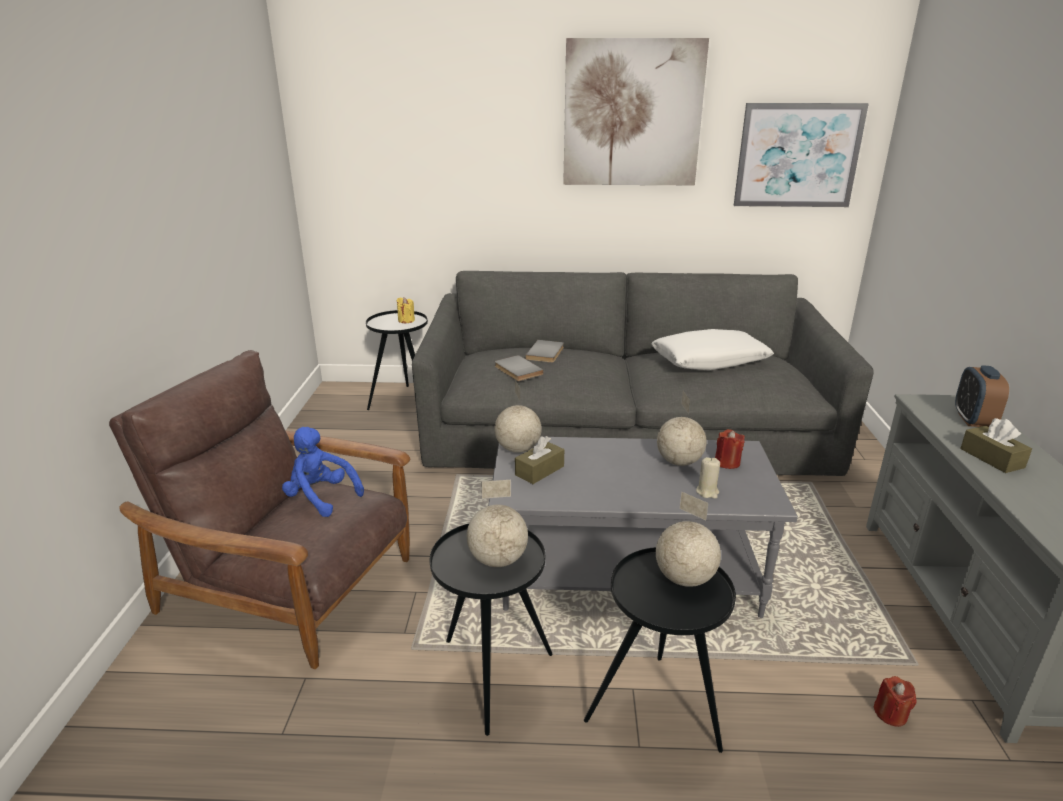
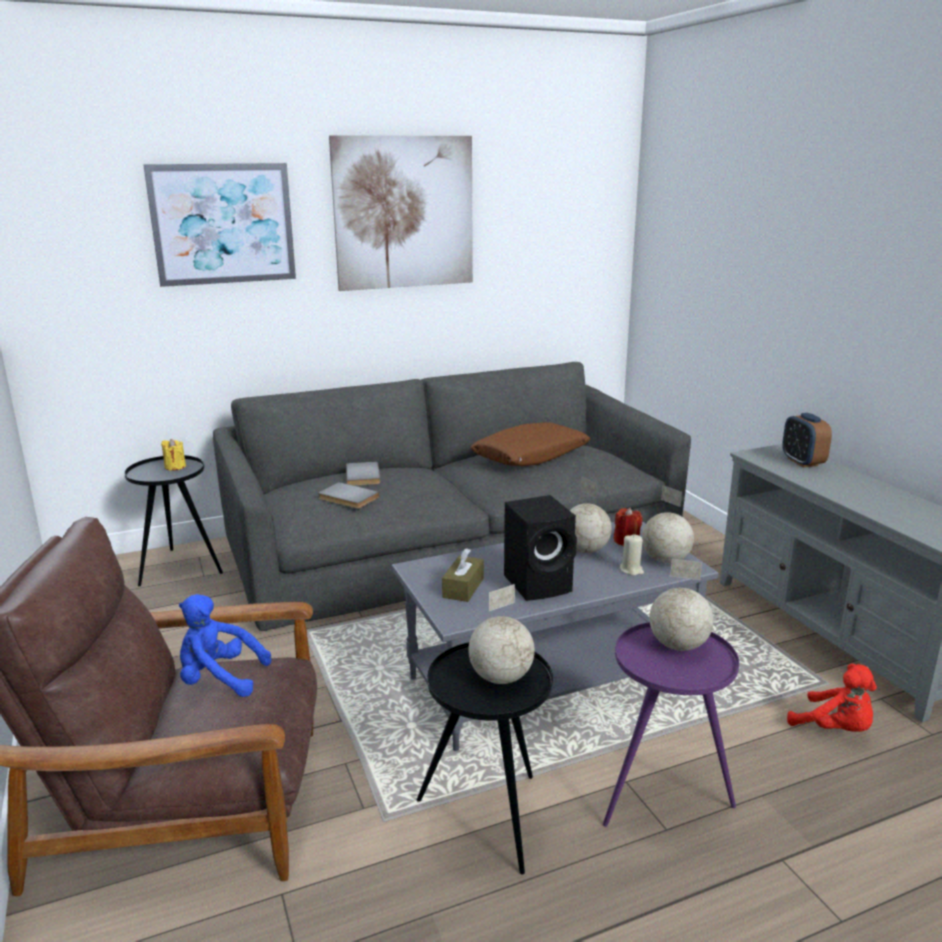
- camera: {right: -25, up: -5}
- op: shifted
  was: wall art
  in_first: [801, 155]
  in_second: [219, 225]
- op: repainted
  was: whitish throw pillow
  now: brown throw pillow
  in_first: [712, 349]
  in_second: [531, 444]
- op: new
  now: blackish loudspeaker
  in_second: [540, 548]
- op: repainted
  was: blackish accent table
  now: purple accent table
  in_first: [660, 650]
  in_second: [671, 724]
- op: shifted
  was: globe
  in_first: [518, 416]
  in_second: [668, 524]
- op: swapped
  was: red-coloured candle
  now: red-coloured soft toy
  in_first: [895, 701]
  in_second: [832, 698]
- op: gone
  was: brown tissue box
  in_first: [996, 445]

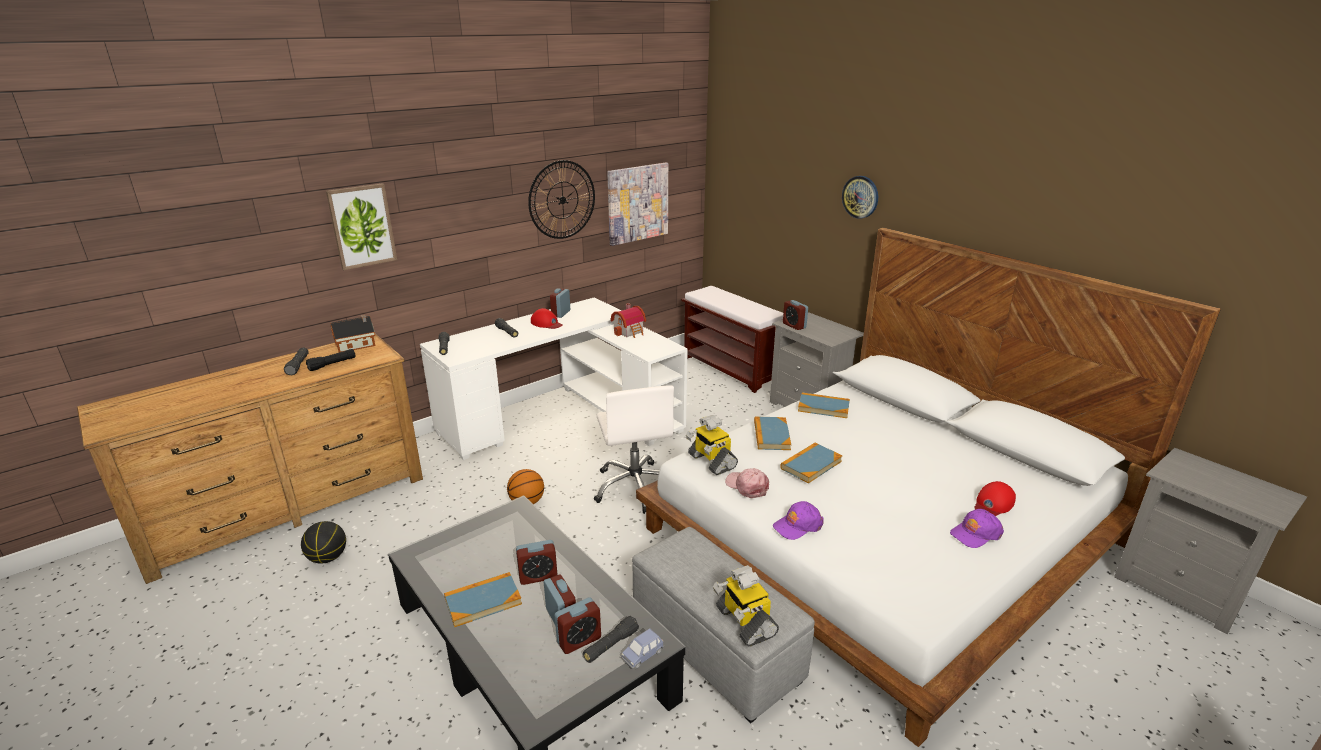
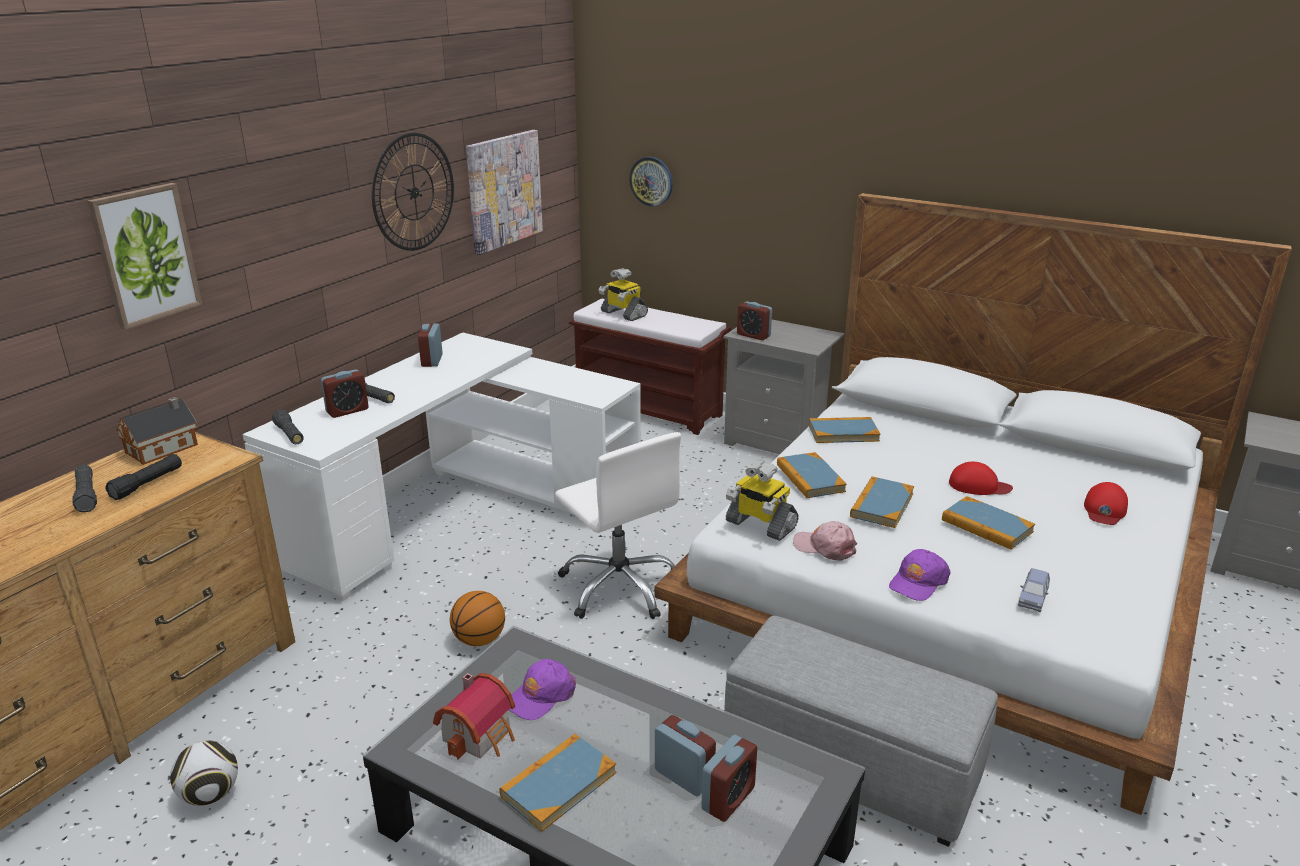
- camera: {right: -20, up: 0}
- op: swapped
  was: ball for basketball
  now: football ball
  in_first: [323, 542]
  in_second: [204, 773]
- op: shifted
  was: alarm clock
  in_first: [537, 562]
  in_second: [345, 393]
- op: shifted
  was: model house
  in_first: [628, 320]
  in_second: [474, 716]
- op: shifted
  was: purple peaked cap
  in_first: [977, 528]
  in_second: [542, 689]
- op: shifted
  was: toy robot
  in_first: [746, 606]
  in_second: [623, 294]
- op: shifted
  was: clock on the wall
  in_first: [860, 197]
  in_second: [651, 182]
- op: new
  now: volume
  in_second: [988, 523]
- op: shifted
  was: red-coloured peaked cap
  in_first: [547, 318]
  in_second: [981, 478]
- op: shifted
  was: blue model car
  in_first: [642, 648]
  in_second: [1034, 590]
- op: gone
  was: blackish torch
  in_first: [611, 639]

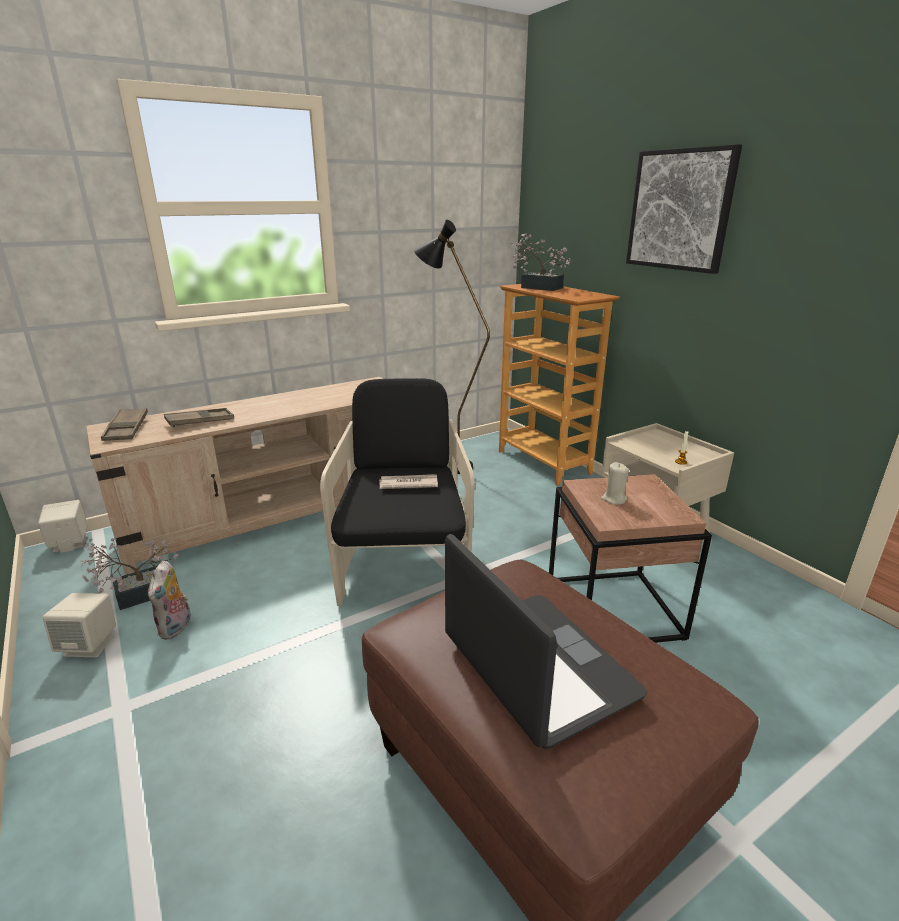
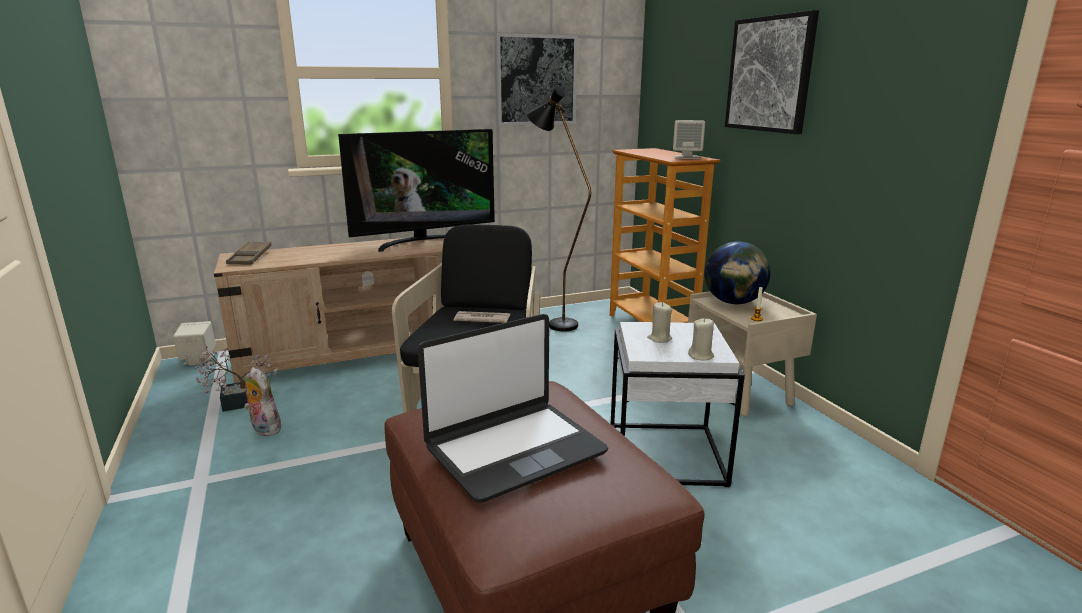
- camera: {right: 10, up: -5}
- op: rotated
  was: soft toy
  in_first: [169, 600]
  in_second: [262, 401]
  clockwise: 120
- op: new
  now: TV set
  in_second: [416, 190]
- op: rotated
  was: laptop
  in_first: [546, 641]
  in_second: [513, 408]
  clockwise: 75
- op: new
  now: wall art
  in_second: [536, 79]
- op: repainted
  was: brown accent table
  now: whitish accent table
  in_first: [630, 558]
  in_second: [678, 404]
- op: shifted
  was: sand-coloured loudspeaker
  in_first: [79, 625]
  in_second: [689, 139]
- op: new
  now: sand-coloured candle
  in_second: [701, 339]
- op: new
  now: globe
  in_second: [737, 272]
- op: gone
  was: brown carrying tray
  in_first: [199, 417]
- op: gone
  was: potted plant
  in_first: [542, 262]

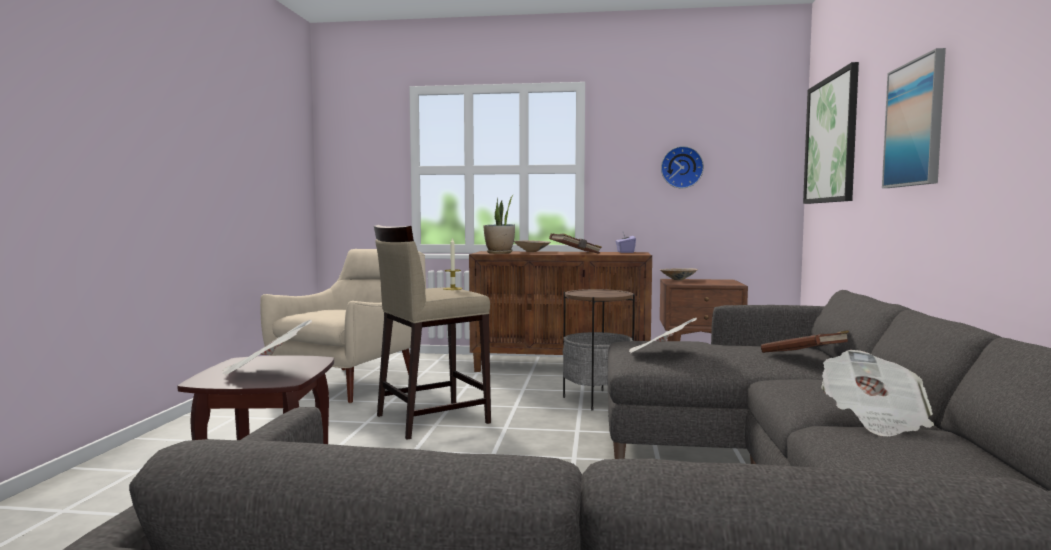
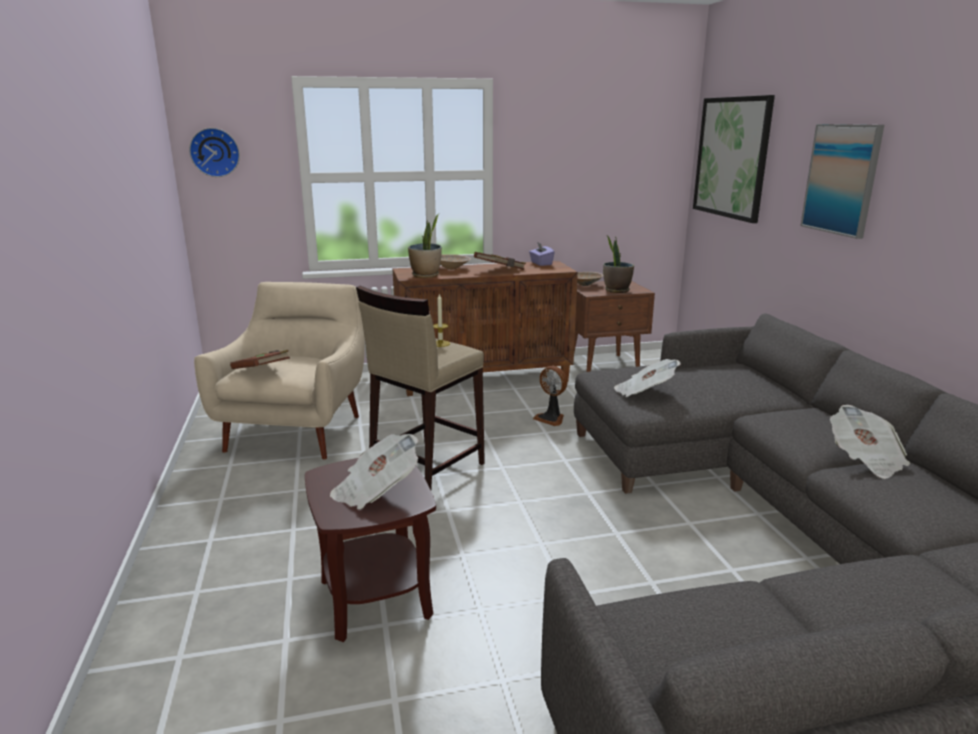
- camera: {right: -20, up: 15}
- op: shifted
  was: clock on the wall
  in_first: [682, 167]
  in_second: [214, 152]
- op: shifted
  was: brown volume
  in_first: [805, 341]
  in_second: [260, 359]
- op: swapped
  was: accent table
  now: electric fan
  in_first: [599, 349]
  in_second: [550, 396]
- op: new
  now: potted plant
  in_second: [618, 264]

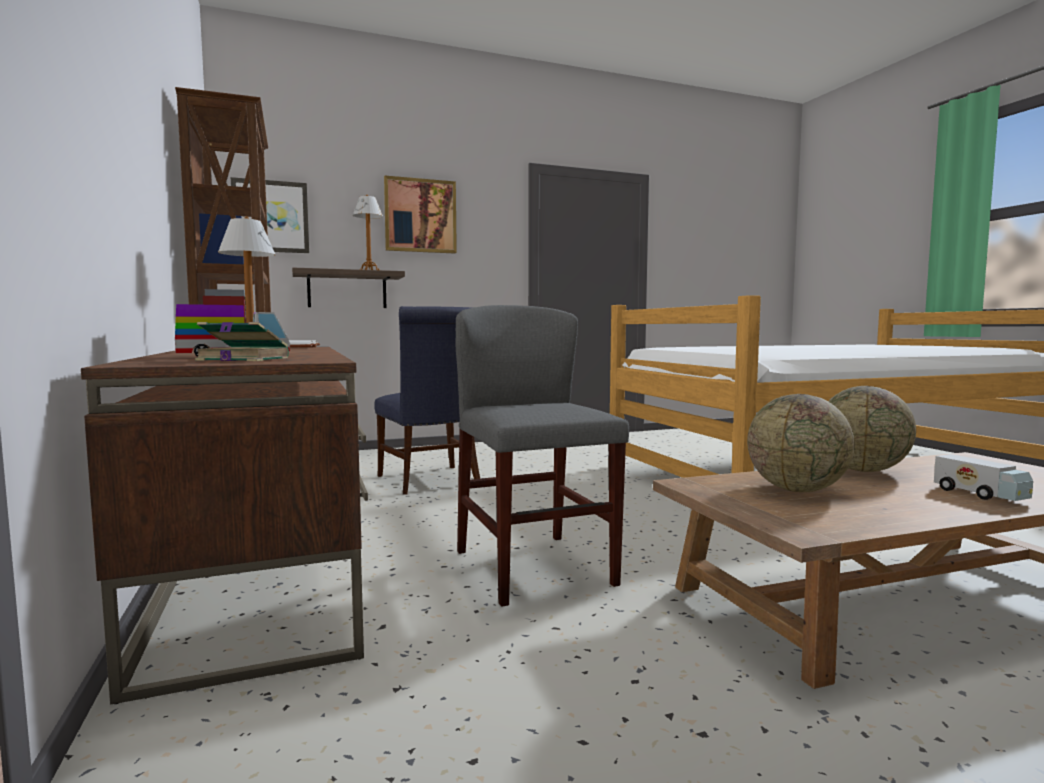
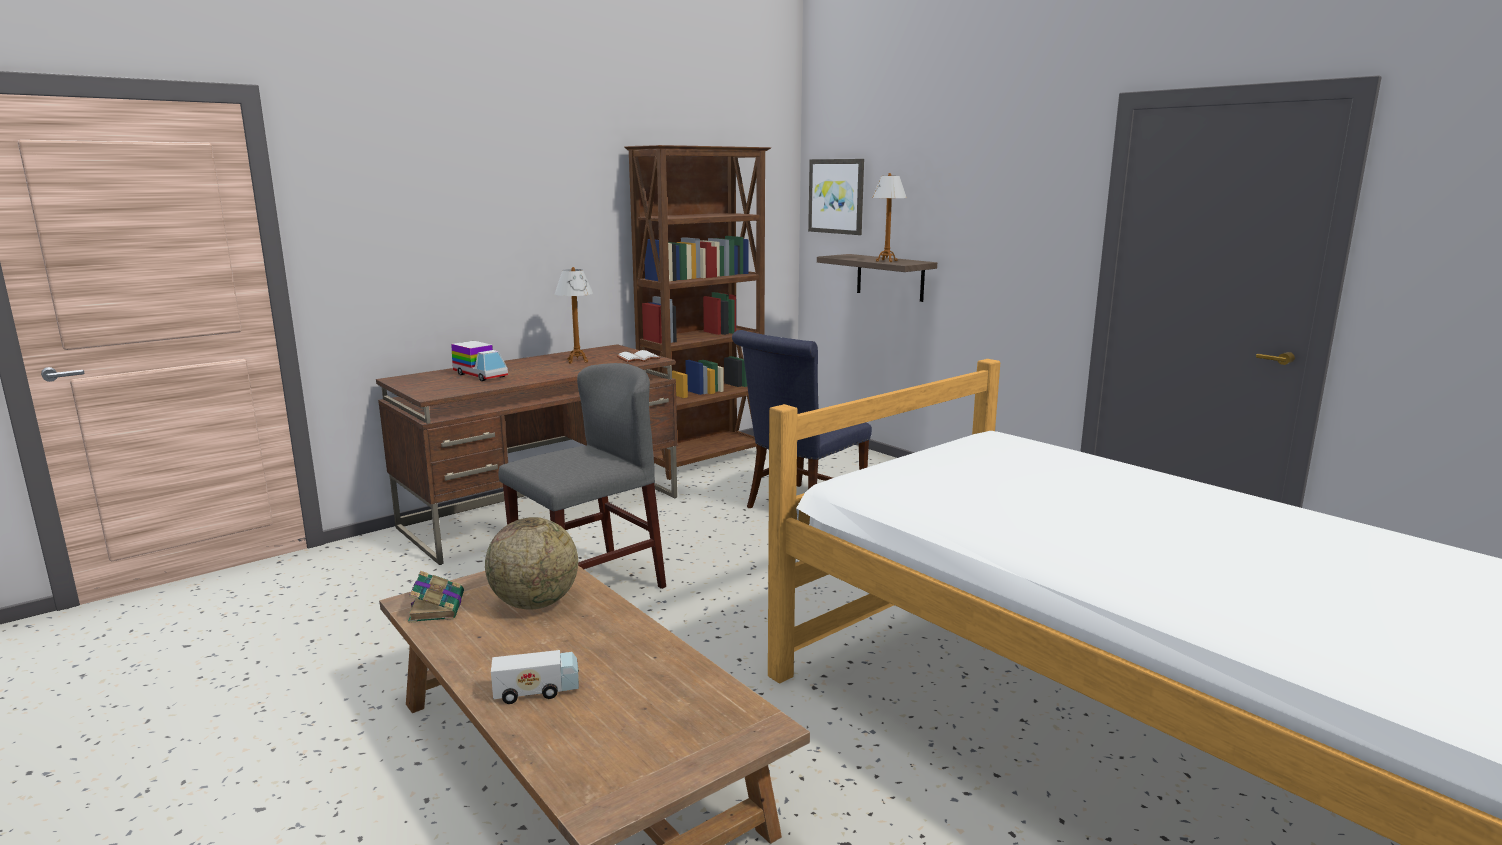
- camera: {right: 70, up: 10}
- op: shifted
  was: volume
  in_first: [242, 341]
  in_second: [436, 597]
- op: rotated
  was: toy truck
  in_first: [983, 477]
  in_second: [535, 677]
  clockwise: -150
- op: gone
  was: wall art
  in_first: [420, 214]
- op: gone
  was: globe
  in_first: [872, 429]

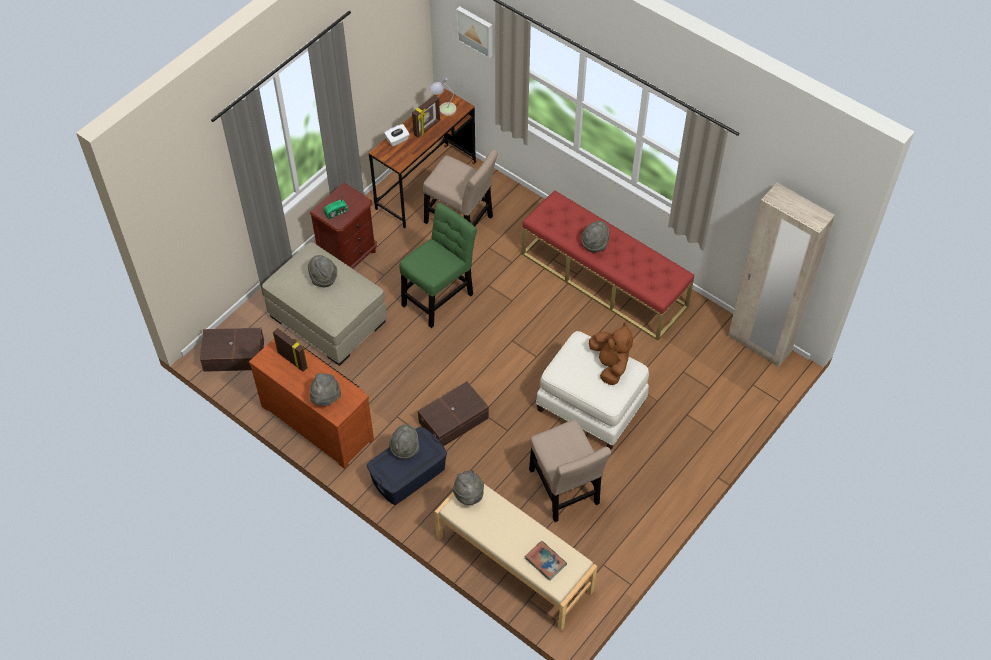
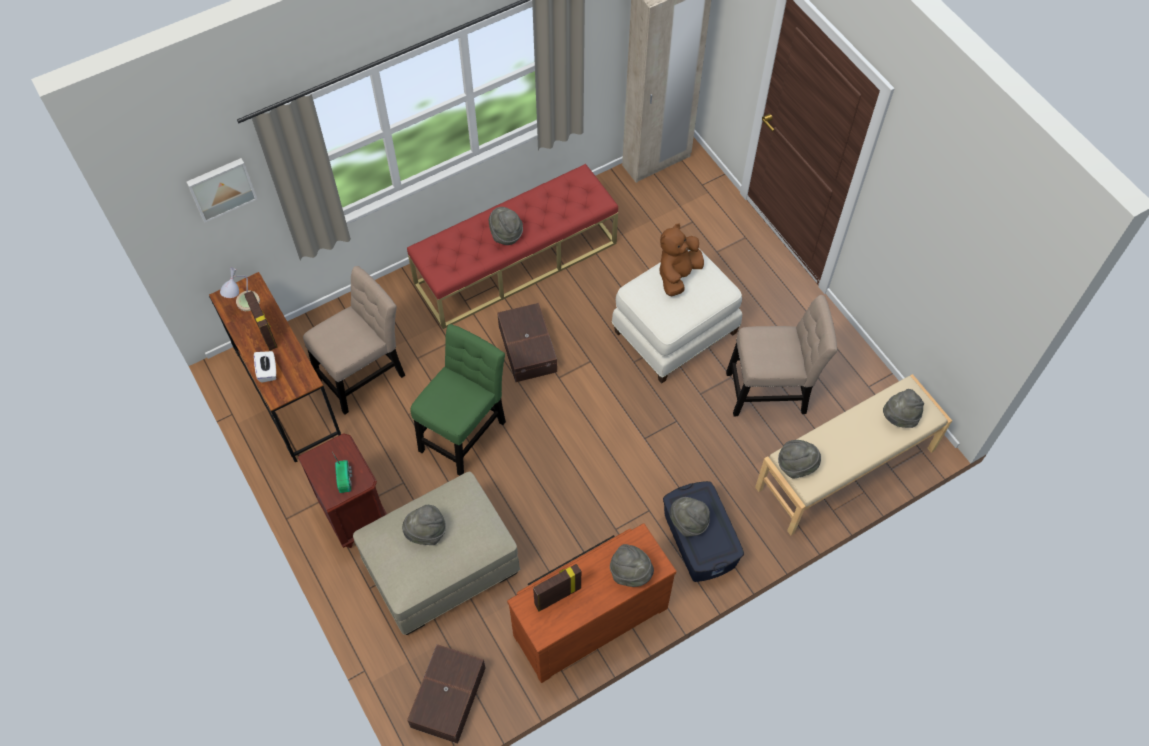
- camera: {right: -70, up: 5}
- op: rotated
  was: green-coloured plain chair
  in_first: [438, 265]
  in_second: [458, 400]
  clockwise: 60
- op: shifted
  was: brown storage bin
  in_first: [453, 413]
  in_second: [527, 342]
- op: rotated
  was: brown soft toy
  in_first: [611, 354]
  in_second: [682, 260]
  clockwise: -60
- op: swapped
  was: volume
  now: gray wearable hat
  in_first: [546, 561]
  in_second: [903, 408]

